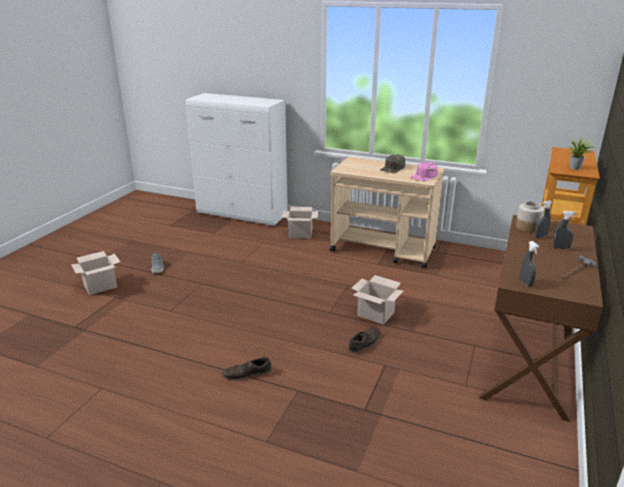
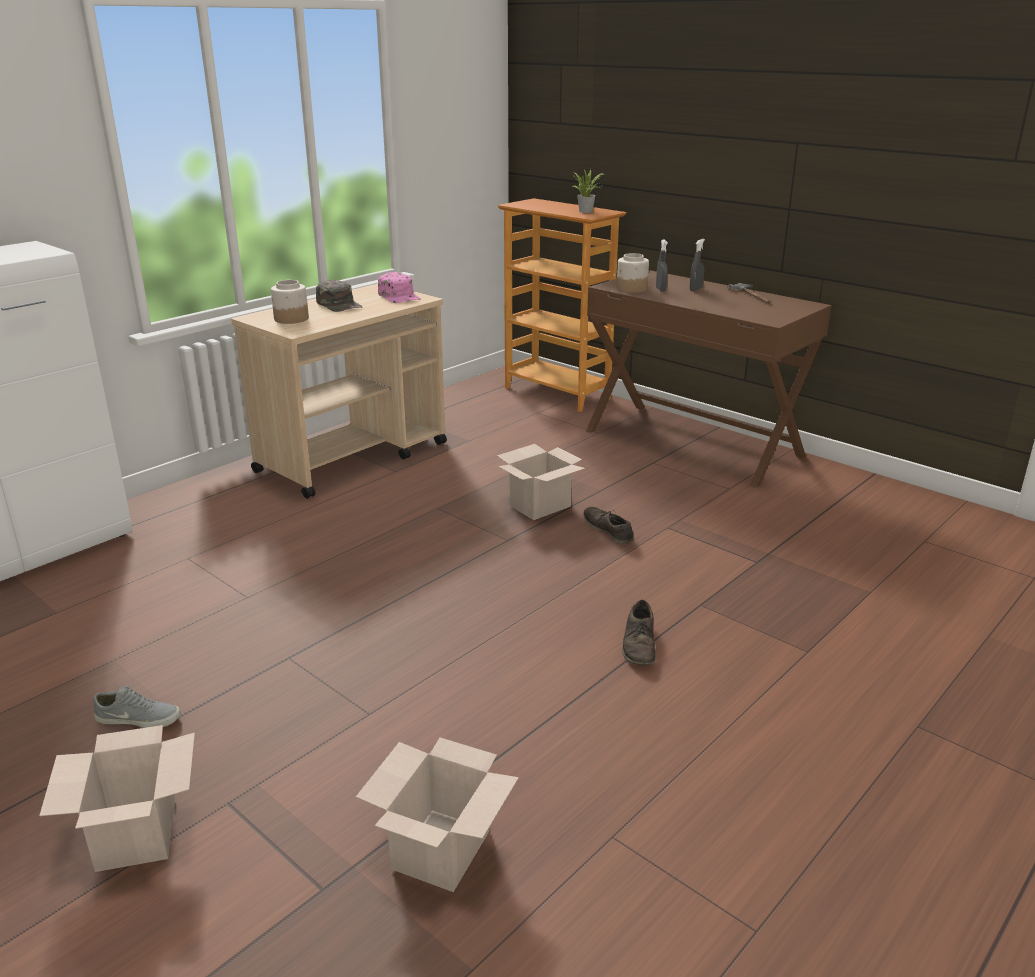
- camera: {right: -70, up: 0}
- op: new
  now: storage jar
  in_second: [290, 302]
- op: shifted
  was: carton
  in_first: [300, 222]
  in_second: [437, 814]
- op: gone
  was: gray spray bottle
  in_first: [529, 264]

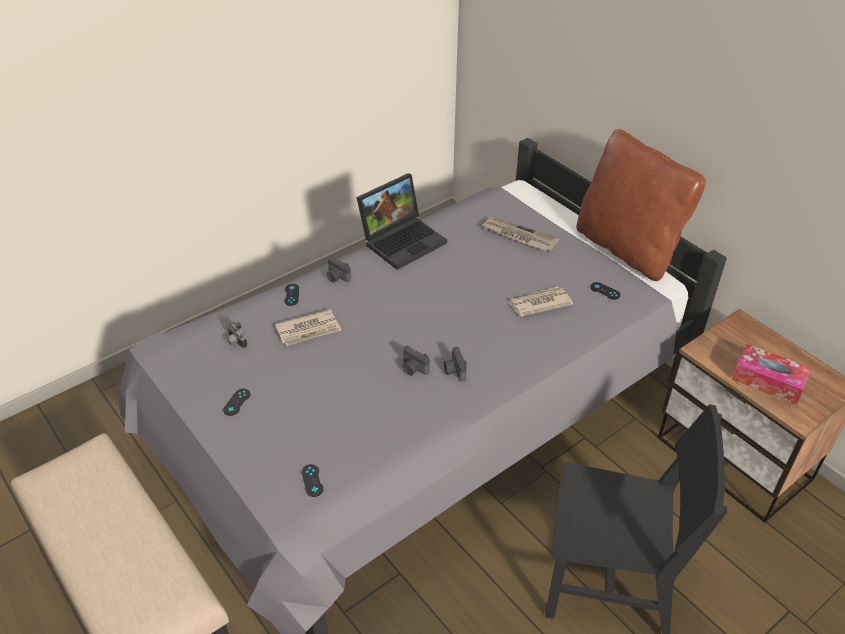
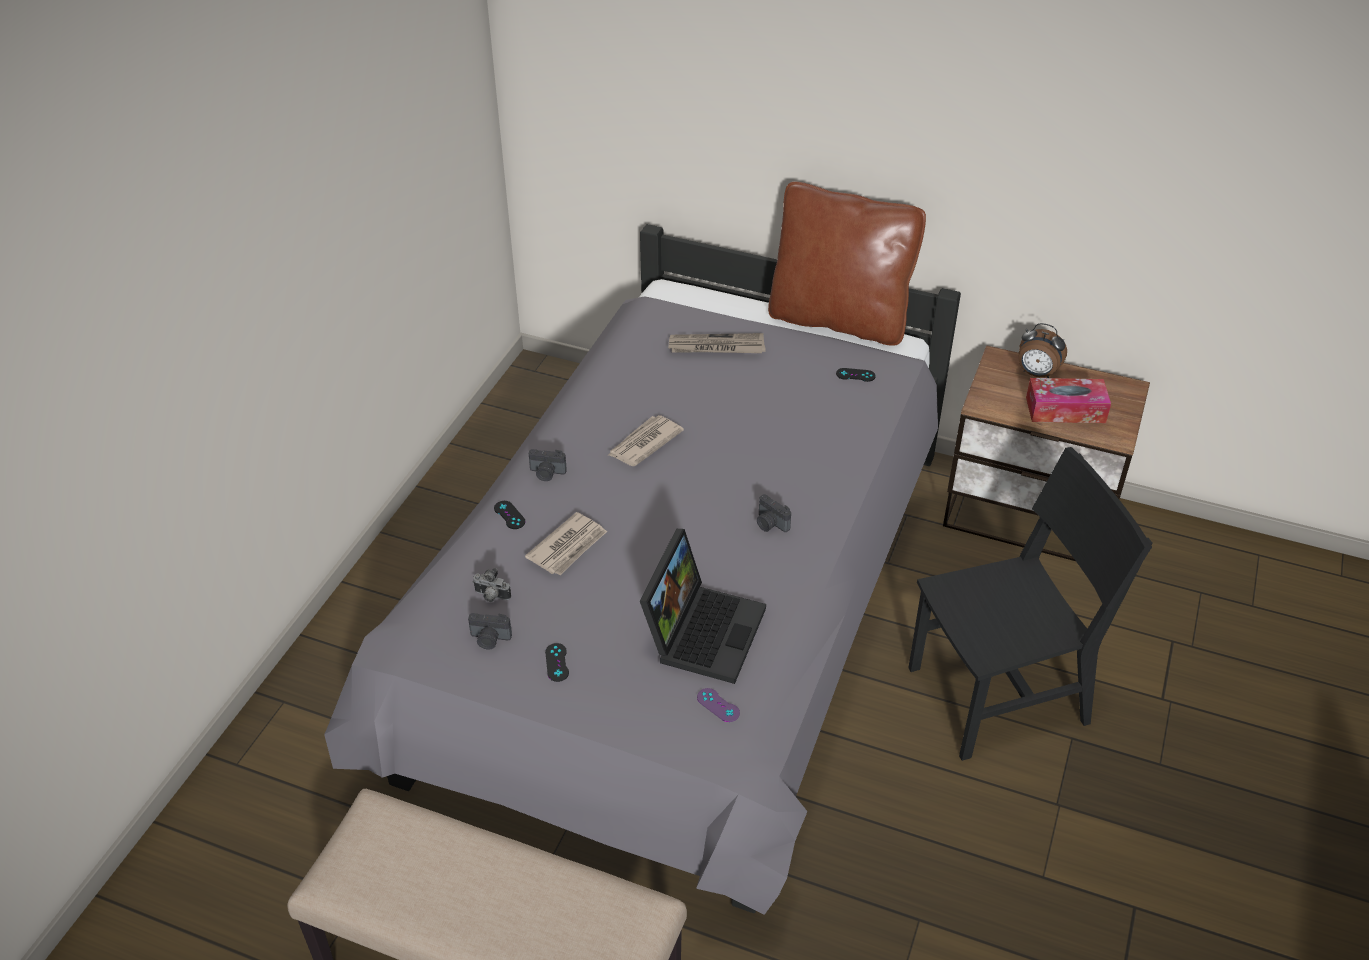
- camera: {right: -30, up: 0}
- op: shifted
  was: still camera
  in_first: [416, 361]
  in_second: [490, 631]
- op: shifted
  was: daily paper
  in_first: [541, 301]
  in_second: [645, 440]
- op: shifted
  was: laptop
  in_first: [402, 221]
  in_second: [703, 606]
- op: repainted
  was: blackish gamepad
  now: purple gamepad
  in_first: [313, 480]
  in_second: [718, 705]
- op: new
  now: alarm clock
  in_second: [1043, 350]

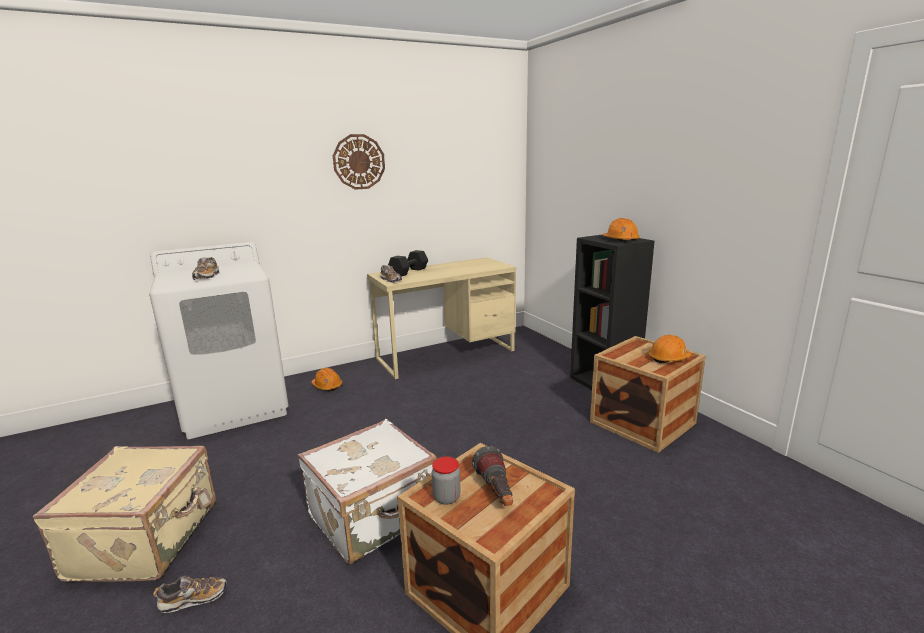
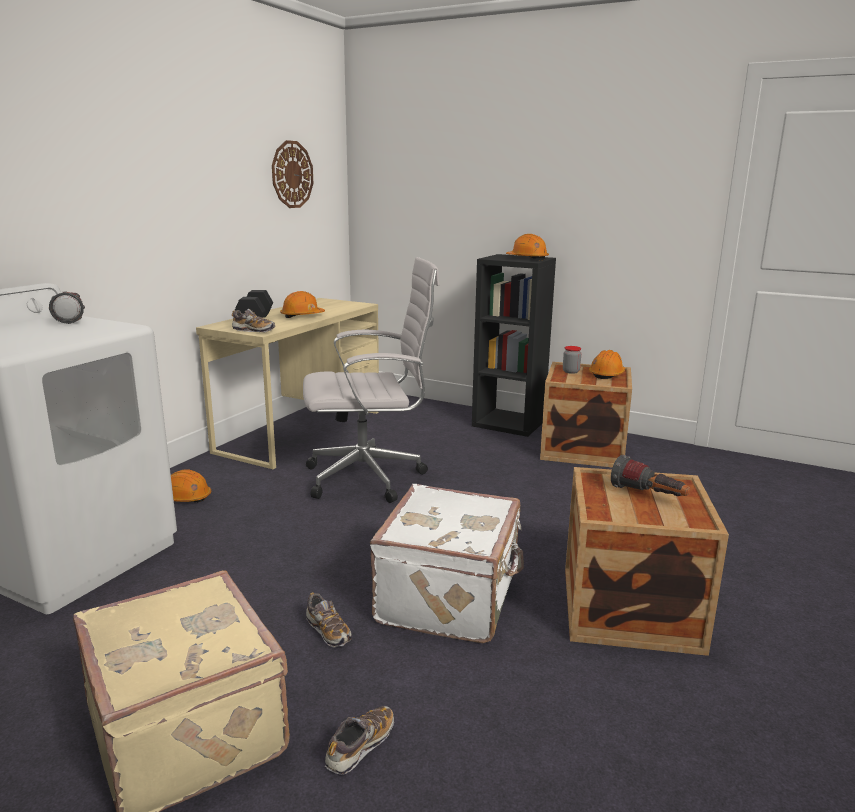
- camera: {right: -35, up: 0}
- op: new
  now: torch
  in_second: [67, 307]
- op: shifted
  was: clock on the wall
  in_first: [359, 162]
  in_second: [292, 174]
- op: new
  now: orangey safety helmet
  in_second: [302, 304]
- op: new
  now: whitish office chair
  in_second: [371, 380]
- op: shifted
  was: item of footwear
  in_first: [206, 268]
  in_second: [329, 620]
- op: shifted
  was: storage jar
  in_first: [446, 481]
  in_second: [572, 360]

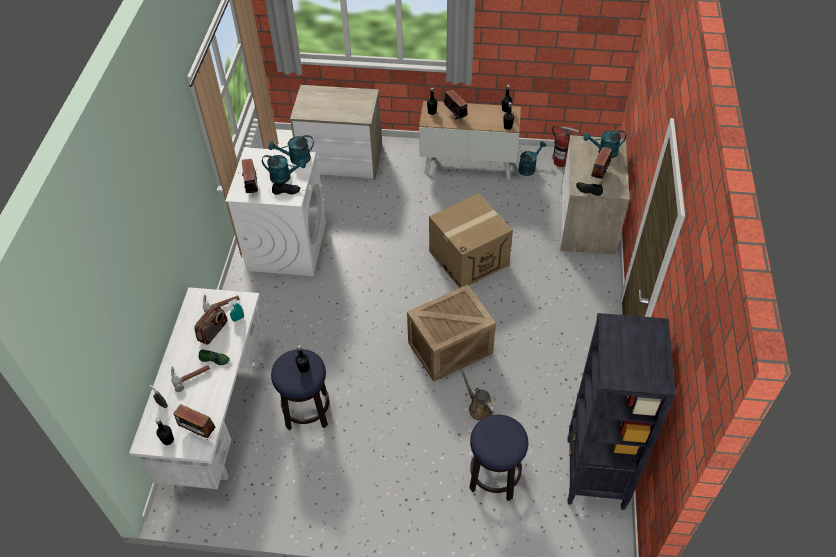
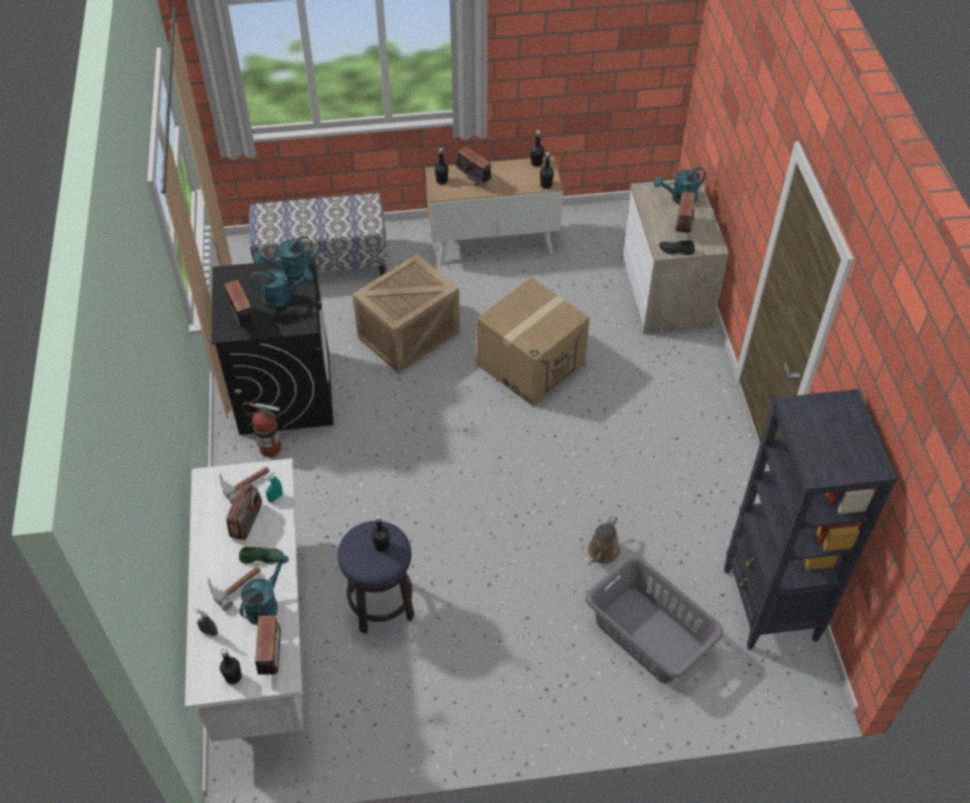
- camera: {right: -15, up: 0}
- op: repainted
  was: whitish washing machine
  now: blackish washing machine
  in_first: [276, 211]
  in_second: [272, 346]
- op: shifted
  was: blue-green watering pot
  in_first: [532, 158]
  in_second: [264, 589]
- op: shifted
  was: fire extinguisher
  in_first: [565, 146]
  in_second: [261, 429]
- op: swapped
  was: drawer chest
  now: long seat
  in_first: [336, 132]
  in_second: [318, 234]
- op: rotated
  was: radio set
  in_first: [195, 422]
  in_second: [267, 645]
  clockwise: -105
- op: shifted
  was: crate
  in_first: [451, 333]
  in_second: [406, 313]
- op: swapped
  was: stool
  now: gray hamper
  in_first: [498, 458]
  in_second: [654, 619]
- op: rotated
  was: brown watering pot
  in_first: [477, 395]
  in_second: [604, 540]
  clockwise: -105

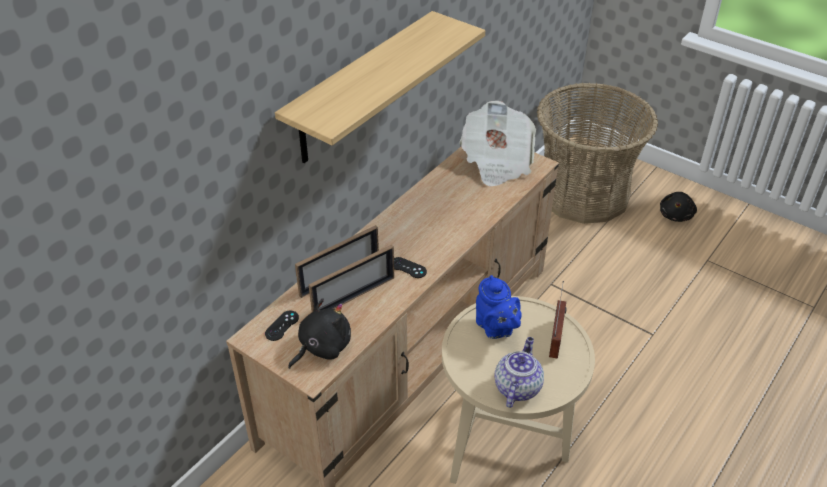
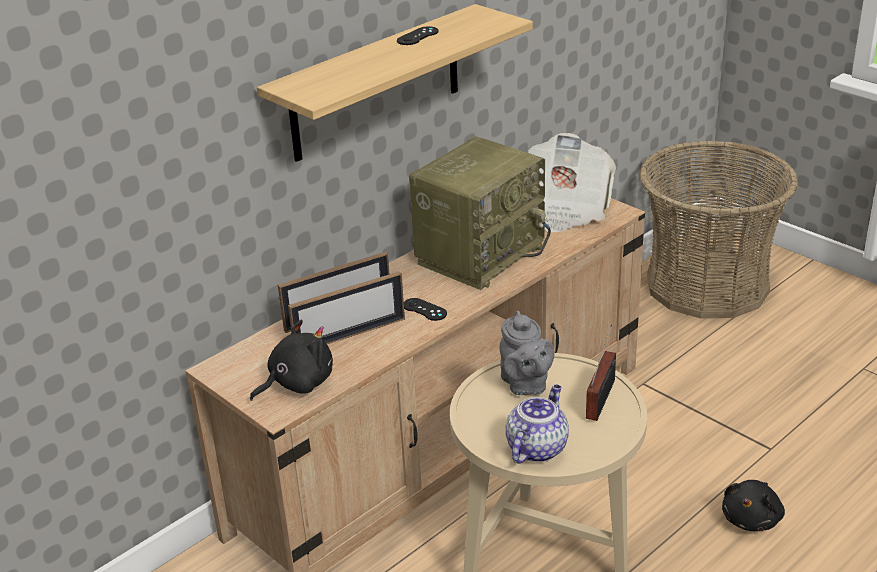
- camera: {right: 10, up: -10}
- op: shifted
  was: blackish gamepad
  in_first: [282, 325]
  in_second: [417, 35]
- op: new
  now: radio set
  in_second: [480, 213]
- op: repainted
  was: blue tea pot
  now: gray tea pot
  in_first: [499, 307]
  in_second: [527, 353]
- op: shifted
  was: blackish soft toy
  in_first: [678, 207]
  in_second: [753, 505]

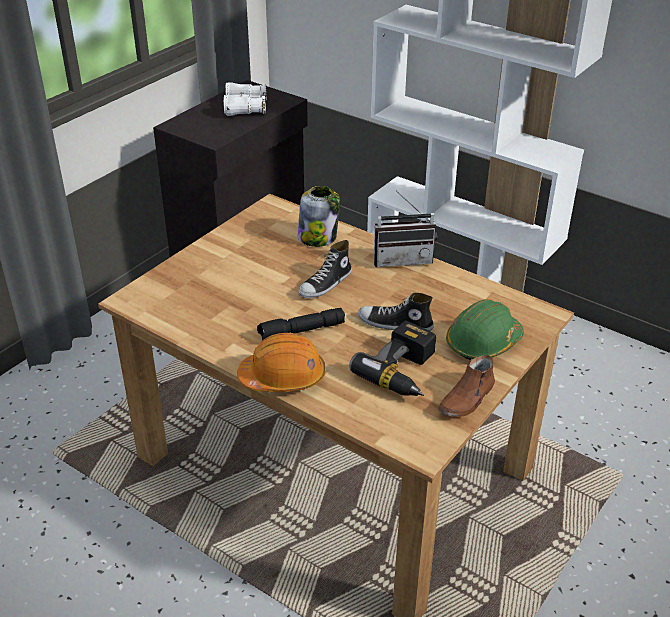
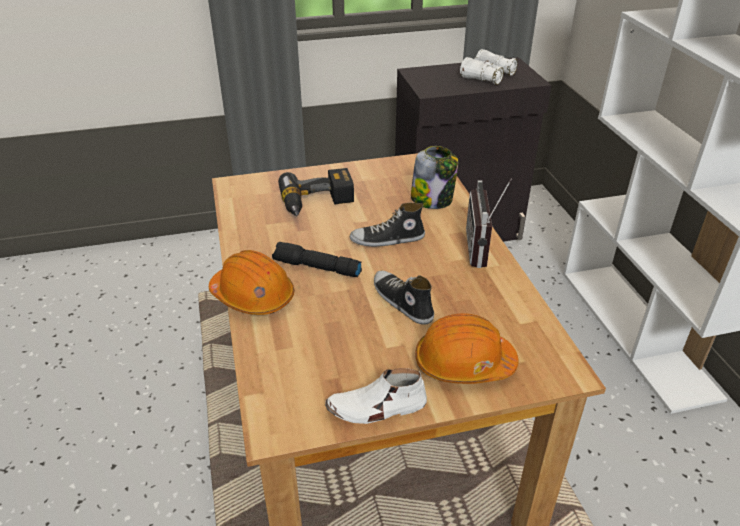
- camera: {right: 40, up: 0}
- op: shifted
  was: electric drill
  in_first: [392, 358]
  in_second: [316, 192]
- op: repainted
  was: brown item of footwear
  now: whitish item of footwear
  in_first: [466, 386]
  in_second: [376, 396]
- op: repainted
  was: green-coloured safety helmet
  now: orangey safety helmet
  in_first: [485, 329]
  in_second: [467, 348]
- op: rotated
  was: radio set
  in_first: [405, 229]
  in_second: [489, 223]
  clockwise: 60

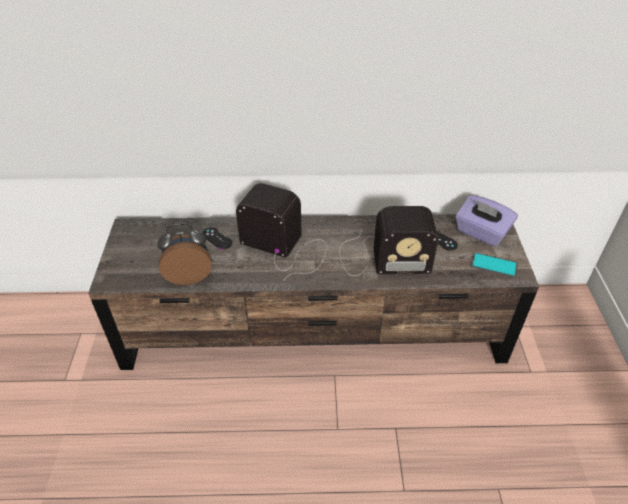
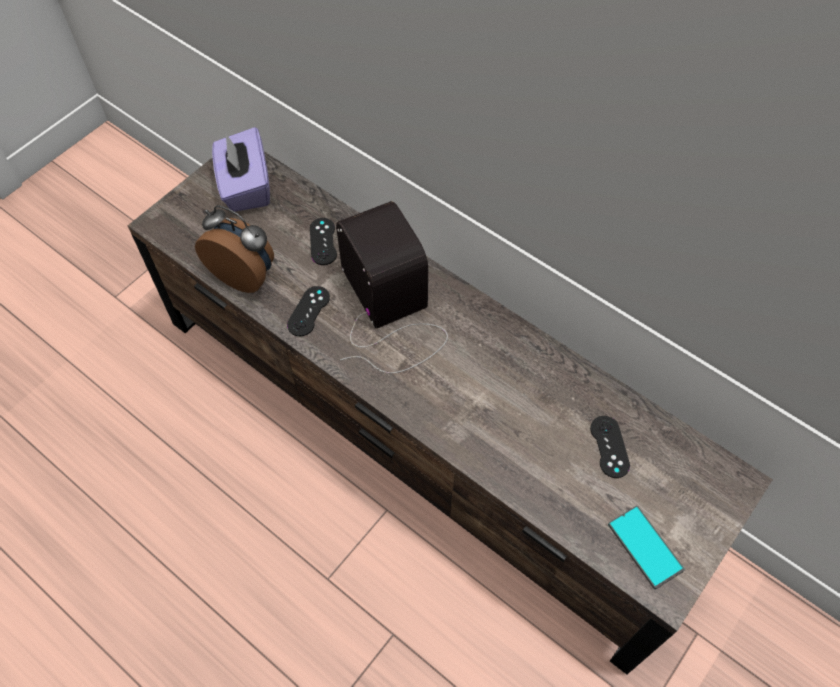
- camera: {right: 40, up: 15}
- op: shifted
  was: purple tissue box
  in_first: [487, 221]
  in_second: [241, 169]
- op: new
  now: blackish gamepad
  in_second: [308, 311]
- op: gone
  was: radio set
  in_first: [388, 241]

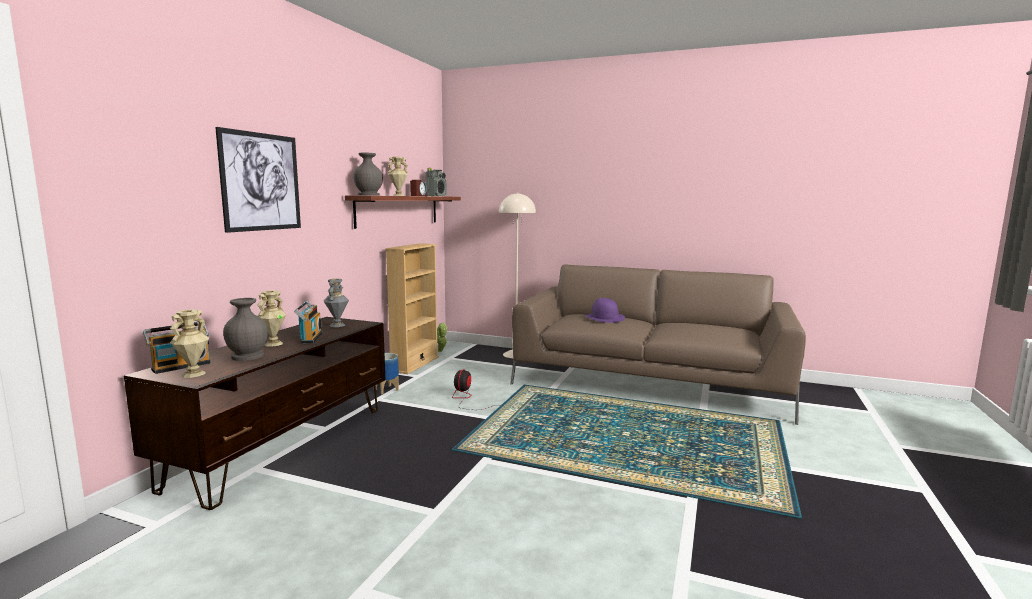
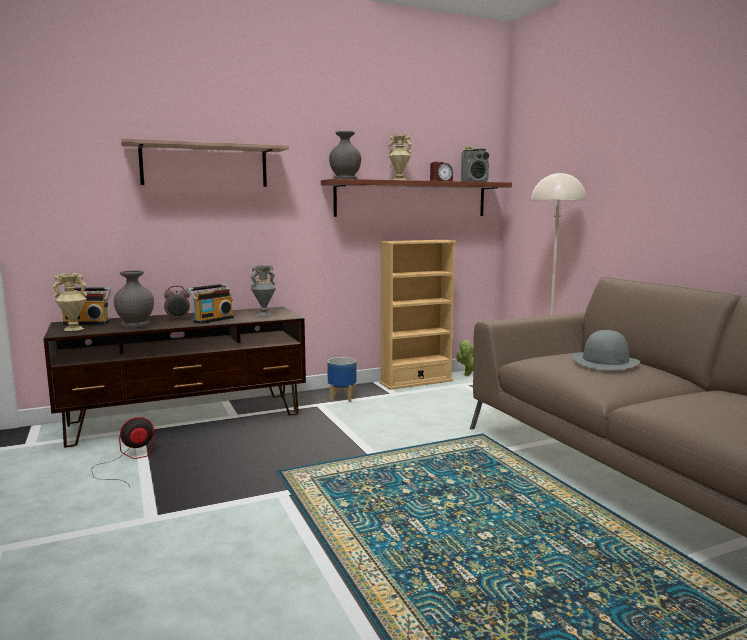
- camera: {right: 45, up: 0}
- op: shifted
  was: electric fan
  in_first: [476, 389]
  in_second: [123, 452]
- op: swapped
  was: wall art
  now: bracket shelf
  in_first: [258, 180]
  in_second: [205, 162]
- op: swapped
  was: sand-coloured flower vase
  now: alarm clock
  in_first: [271, 318]
  in_second: [177, 303]
- op: repainted
  was: purple wearable hat
  now: gray wearable hat
  in_first: [605, 310]
  in_second: [606, 350]

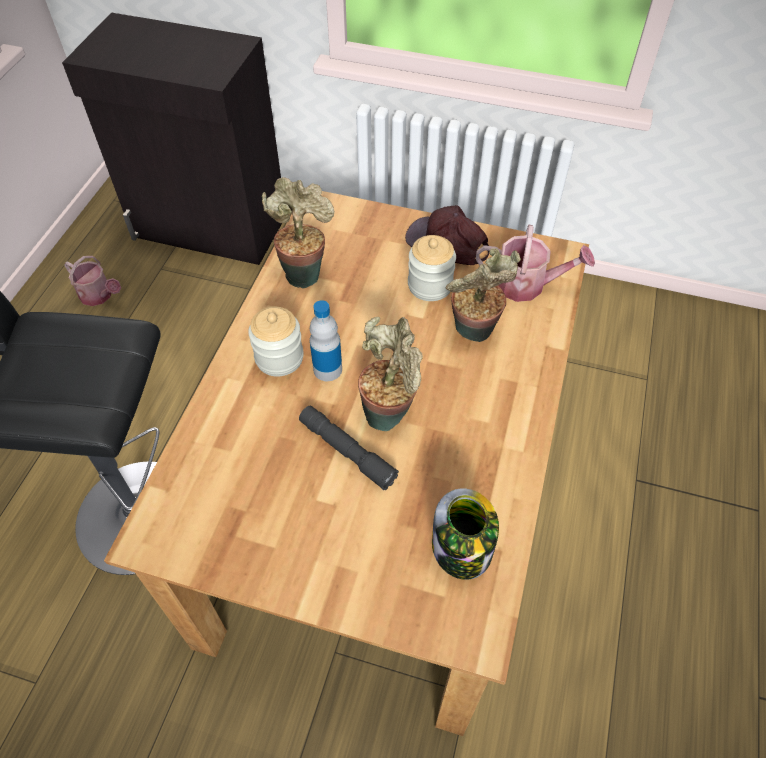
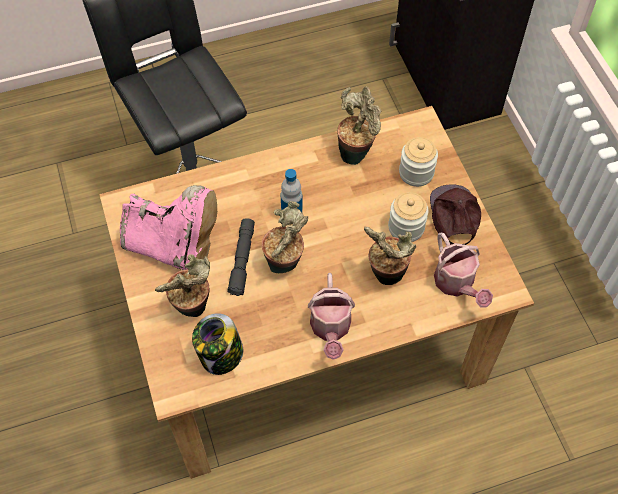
- camera: {right: 55, up: 5}
- op: new
  now: pink-coloured boot
  in_second: [168, 227]
- op: new
  now: potted plant
  in_second: [182, 285]
- op: shifted
  was: watering pot
  in_first: [93, 281]
  in_second: [331, 316]
- op: shifted
  was: storage jar
  in_first: [276, 342]
  in_second: [418, 162]

